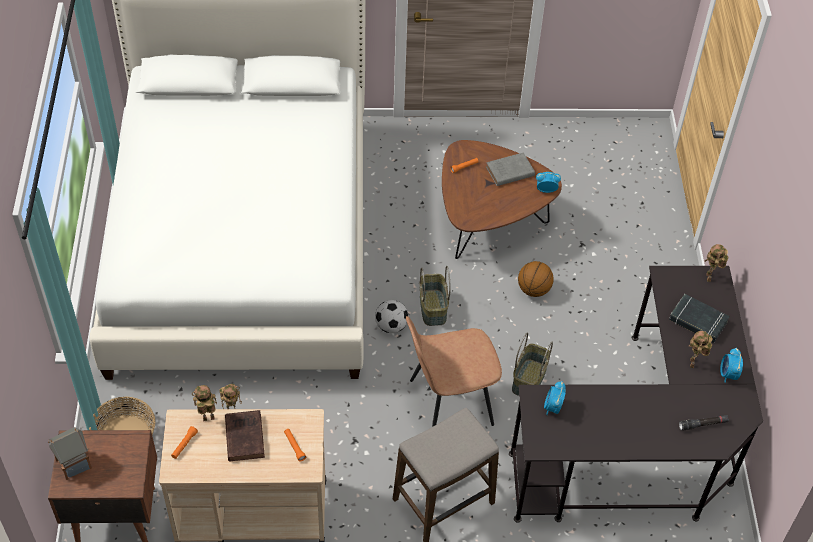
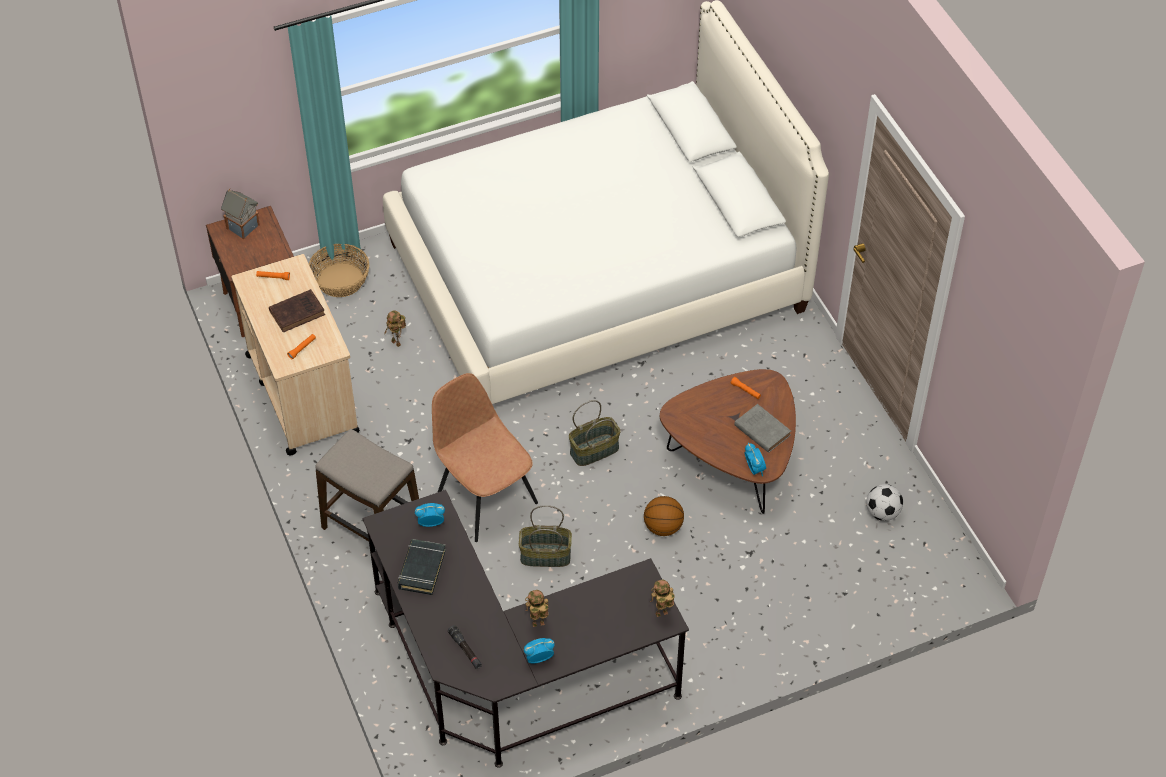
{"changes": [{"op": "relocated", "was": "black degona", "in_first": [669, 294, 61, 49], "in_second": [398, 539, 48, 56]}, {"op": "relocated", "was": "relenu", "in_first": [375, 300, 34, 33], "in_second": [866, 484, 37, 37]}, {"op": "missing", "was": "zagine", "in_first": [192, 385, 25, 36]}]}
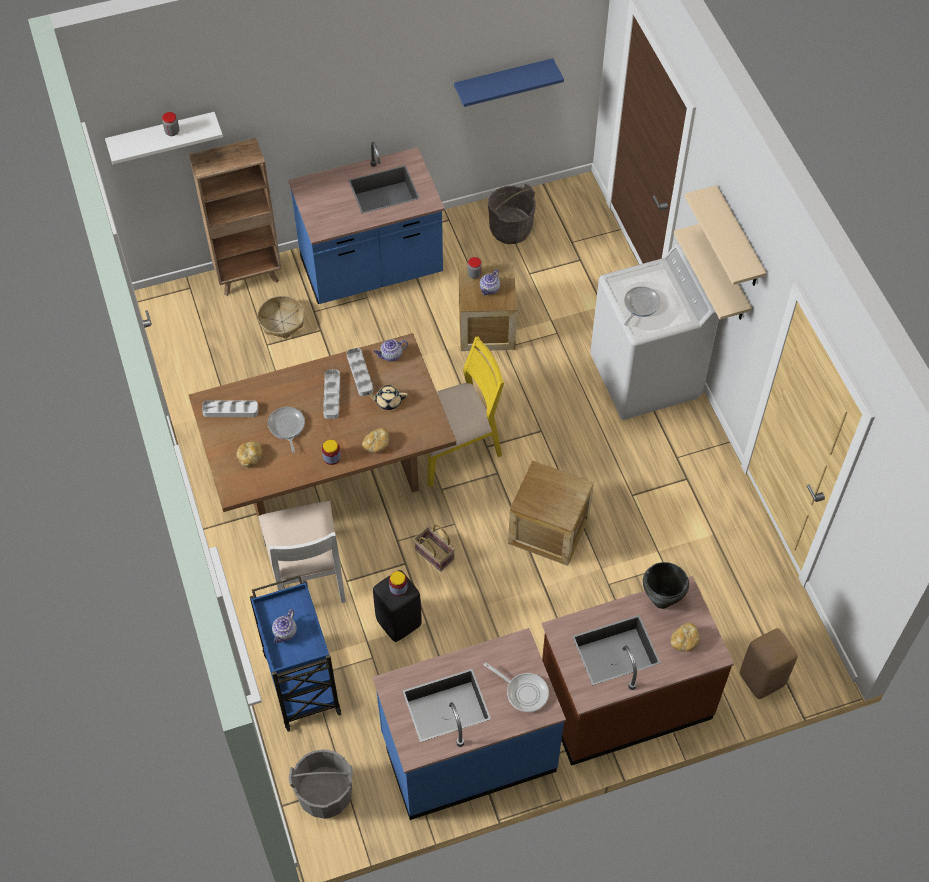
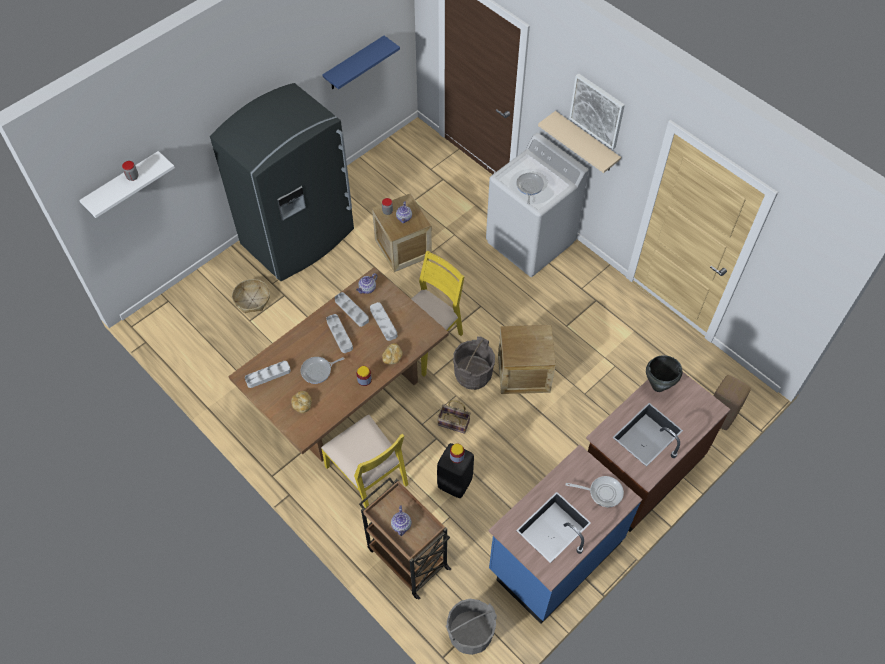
{"changes": [{"op": "missing", "was": "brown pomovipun", "in_first": [189, 138, 93, 158]}, {"op": "exchanged", "was": "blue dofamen", "now": "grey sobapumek", "in_first": [288, 142, 157, 162], "in_second": [210, 83, 144, 198]}, {"op": "relocated", "was": "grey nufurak", "in_first": [488, 184, 48, 60], "in_second": [453, 336, 42, 54]}, {"op": "exchanged", "was": "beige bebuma", "now": "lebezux", "in_first": [685, 185, 81, 101], "in_second": [569, 73, 56, 77]}, {"op": "exchanged", "was": "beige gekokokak", "now": "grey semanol", "in_first": [366, 385, 42, 25], "in_second": [370, 302, 27, 39]}, {"op": "spun", "was": "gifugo", "in_first": [268, 407, 37, 46], "in_second": [300, 357, 44, 27], "clockwise": -75}, {"op": "colour", "was": "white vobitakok", "now": "yellow vobitakok", "in_first": [258, 501, 88, 102], "in_second": [321, 415, 87, 93]}, {"op": "colour", "was": "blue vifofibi", "now": "brown vifofibi", "in_first": [250, 575, 91, 157], "in_second": [359, 477, 92, 122]}, {"op": "missing", "was": "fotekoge", "in_first": [671, 623, 29, 29]}]}
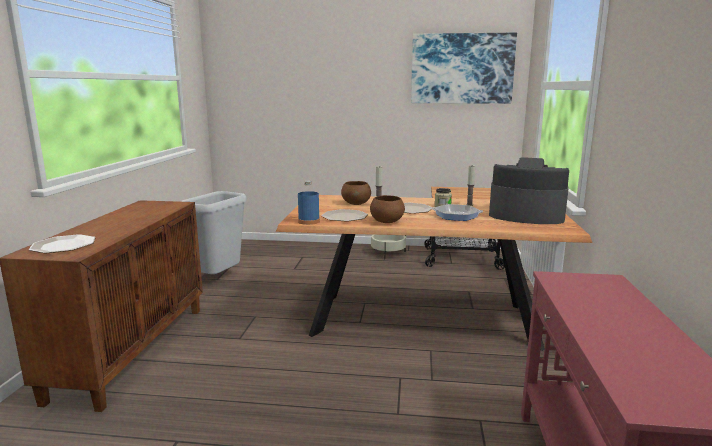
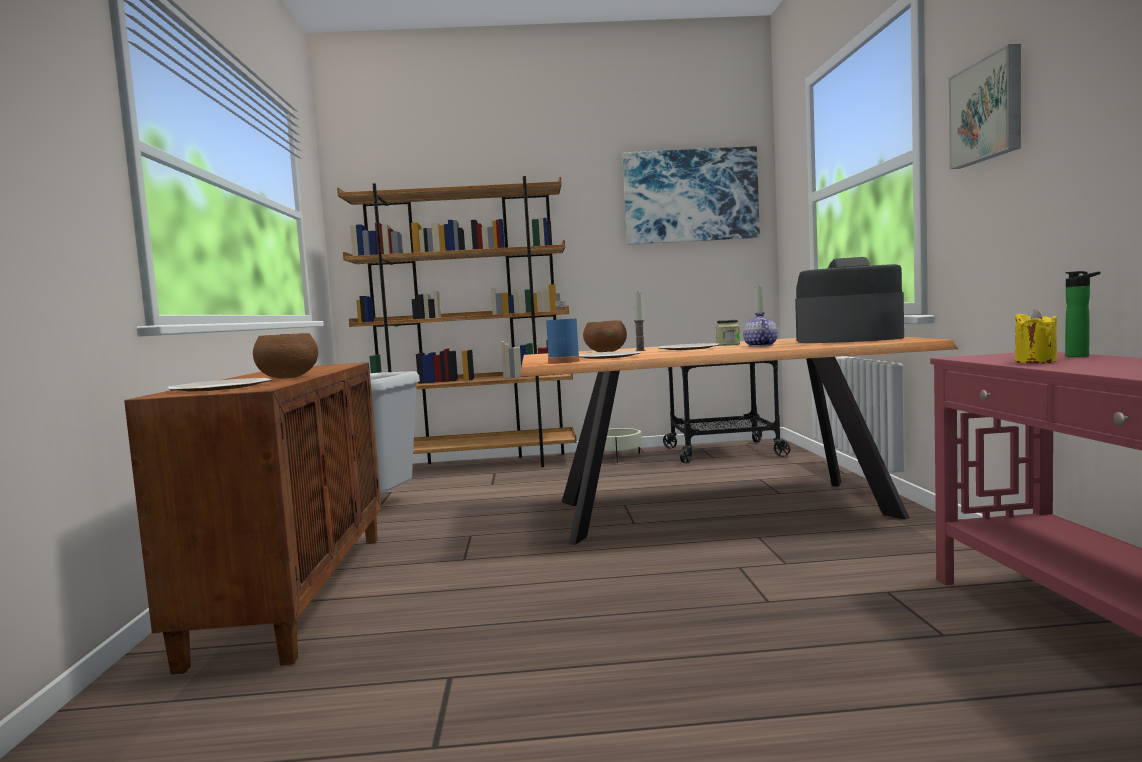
{"changes": [{"op": "relocated", "was": "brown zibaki", "in_first": [370, 195, 35, 28], "in_second": [253, 333, 65, 46]}, {"op": "exchanged", "was": "gifugo", "now": "gekokokak", "in_first": [432, 204, 51, 17], "in_second": [743, 313, 35, 34]}, {"op": "appeared", "now": "lebezux", "in_second": [949, 44, 72, 125]}, {"op": "appeared", "now": "brown pomovipun", "in_second": [337, 176, 240, 291]}, {"op": "appeared", "now": "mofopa", "in_second": [1065, 271, 35, 86]}, {"op": "appeared", "now": "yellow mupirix", "in_second": [1015, 309, 42, 55]}]}
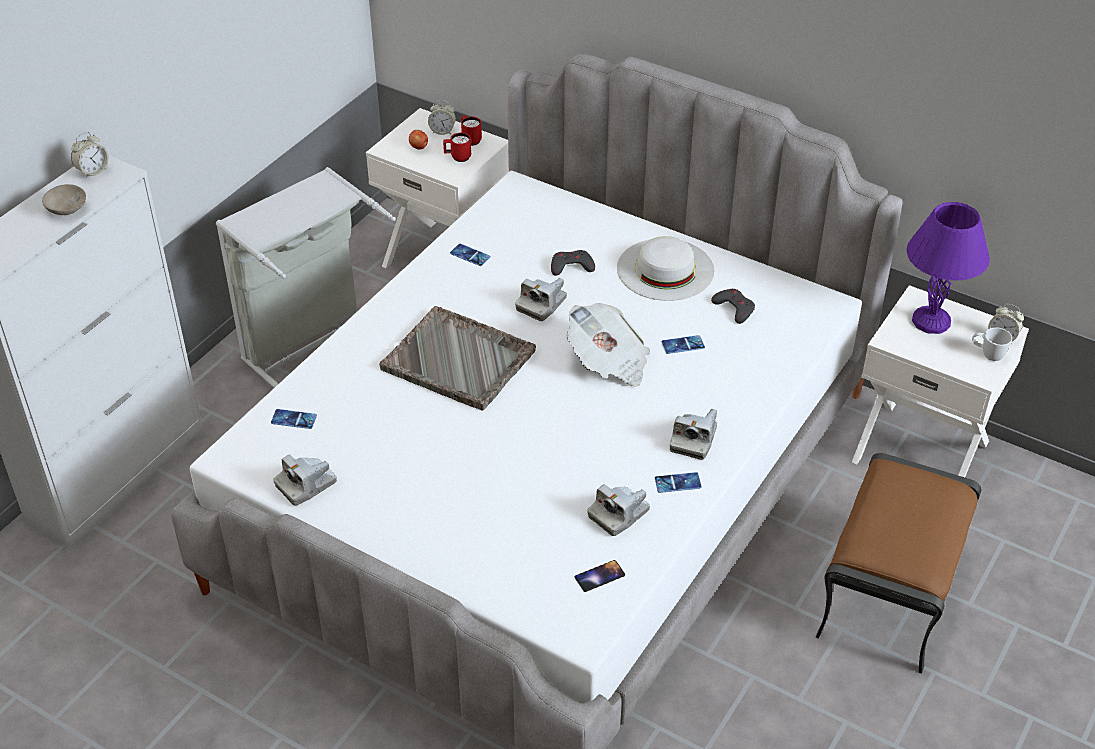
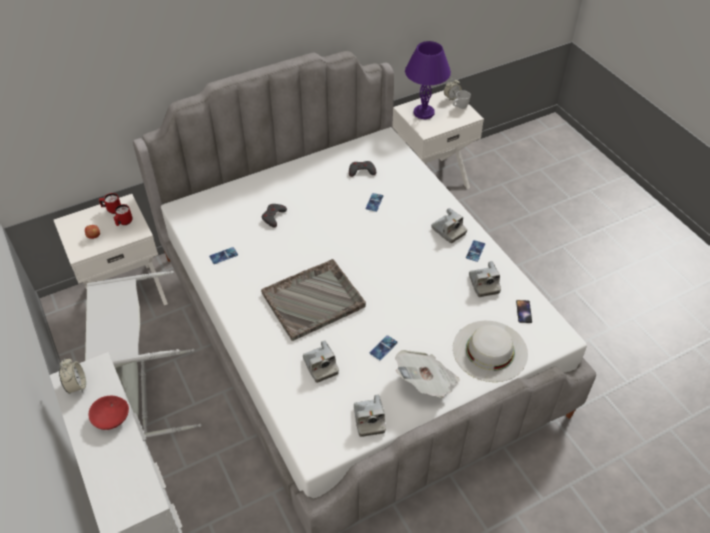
{"changes": [{"op": "missing", "was": "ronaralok", "in_first": [428, 100, 28, 35]}, {"op": "colour", "was": "beige zibaki", "now": "red zibaki", "in_first": [42, 184, 44, 31], "in_second": [89, 396, 40, 34]}, {"op": "relocated", "was": "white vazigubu", "in_first": [617, 236, 97, 65], "in_second": [453, 321, 75, 61]}, {"op": "relocated", "was": "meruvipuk", "in_first": [515, 278, 52, 43], "in_second": [303, 340, 36, 43]}, {"op": "relocated", "was": "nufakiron", "in_first": [566, 303, 84, 84], "in_second": [395, 350, 65, 48]}, {"op": "relocated", "was": "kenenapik", "in_first": [271, 409, 46, 20], "in_second": [370, 335, 28, 25]}, {"op": "missing", "was": "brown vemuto", "in_first": [815, 453, 167, 221]}]}
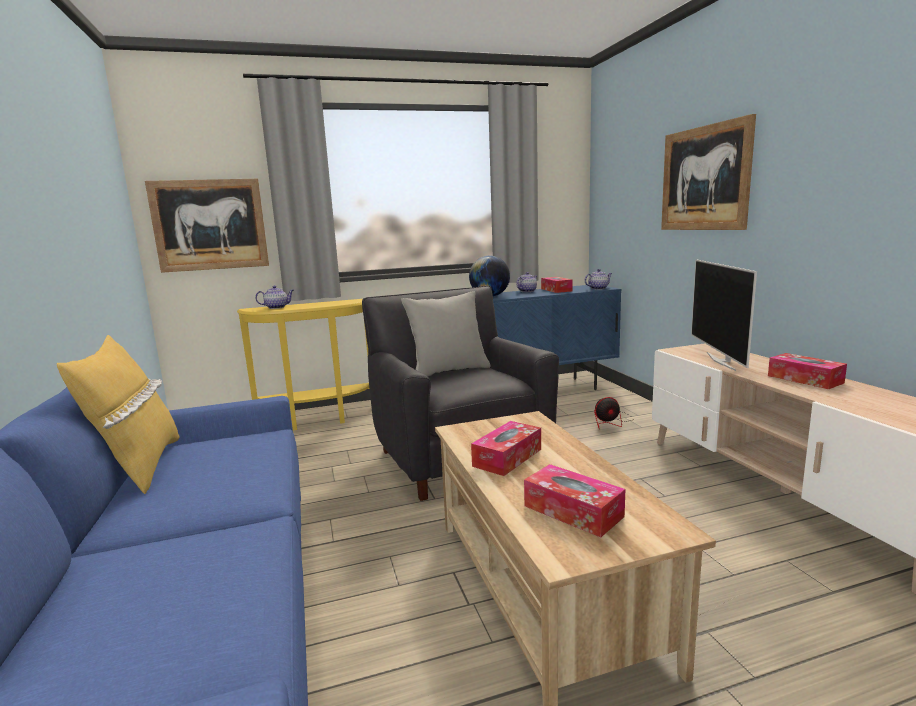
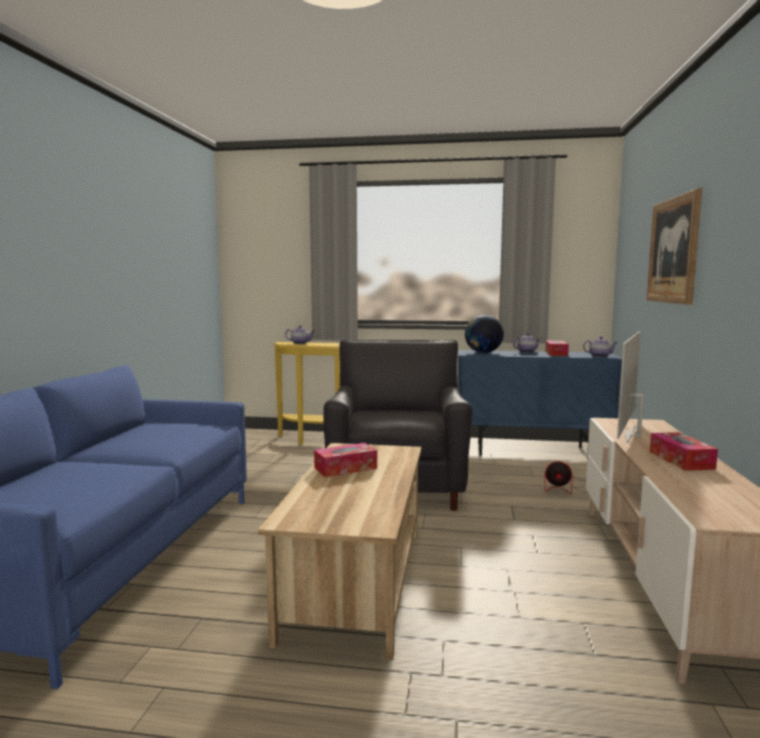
{"changes": [{"op": "missing", "was": "lebezux", "in_first": [145, 179, 124, 94]}, {"op": "missing", "was": "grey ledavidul", "in_first": [401, 291, 90, 85]}, {"op": "missing", "was": "yellow ledavidul", "in_first": [57, 335, 123, 159]}, {"op": "missing", "was": "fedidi", "in_first": [524, 464, 101, 74]}]}
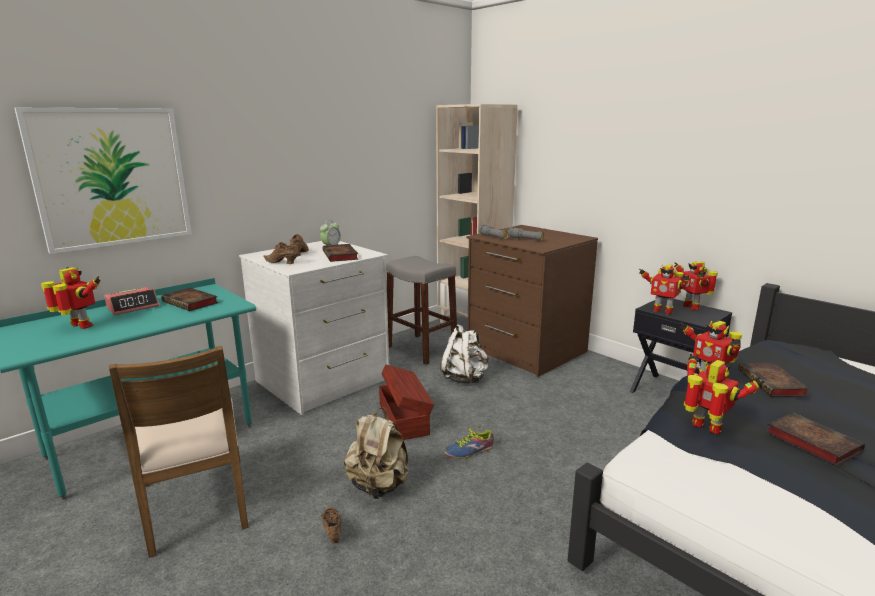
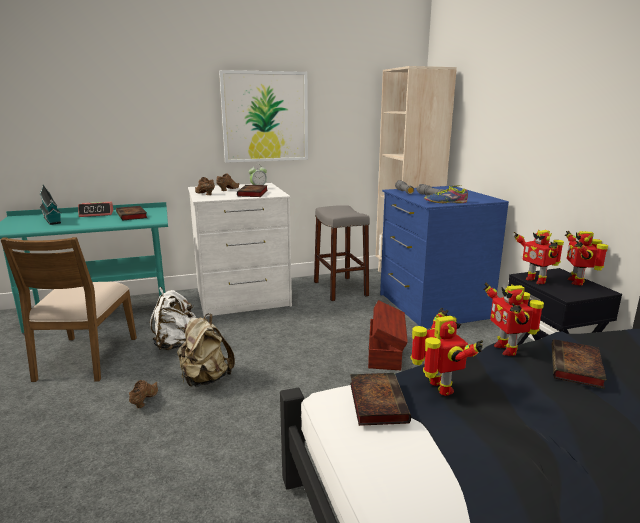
{"changes": [{"op": "relocated", "was": "lebezux", "in_first": [14, 108, 178, 146], "in_second": [219, 70, 89, 93]}, {"op": "colour", "was": "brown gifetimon", "now": "blue gifetimon", "in_first": [466, 225, 132, 152], "in_second": [380, 186, 129, 143]}, {"op": "exchanged", "was": "zagine", "now": "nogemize", "in_first": [41, 267, 60, 62], "in_second": [40, 184, 21, 41]}, {"op": "relocated", "was": "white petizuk", "in_first": [440, 324, 49, 60], "in_second": [150, 287, 46, 63]}, {"op": "relocated", "was": "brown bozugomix", "in_first": [379, 364, 55, 76], "in_second": [368, 300, 40, 70]}, {"op": "relocated", "was": "degona", "in_first": [766, 413, 99, 53], "in_second": [350, 373, 61, 53]}, {"op": "relocated", "was": "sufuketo", "in_first": [444, 425, 50, 34], "in_second": [424, 185, 44, 18]}]}
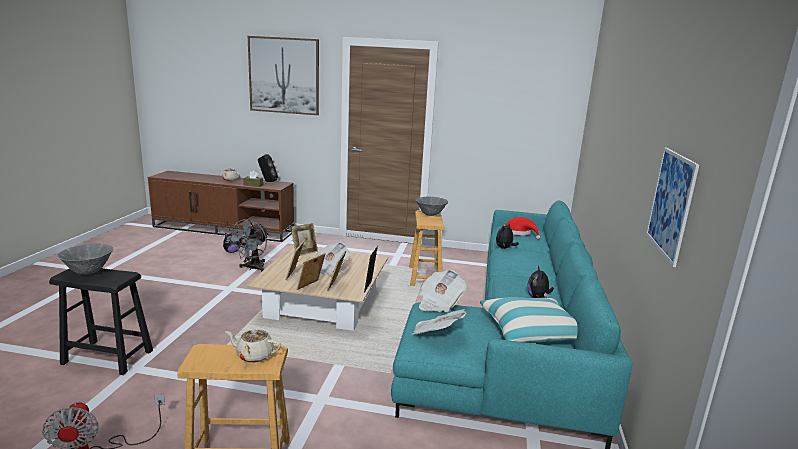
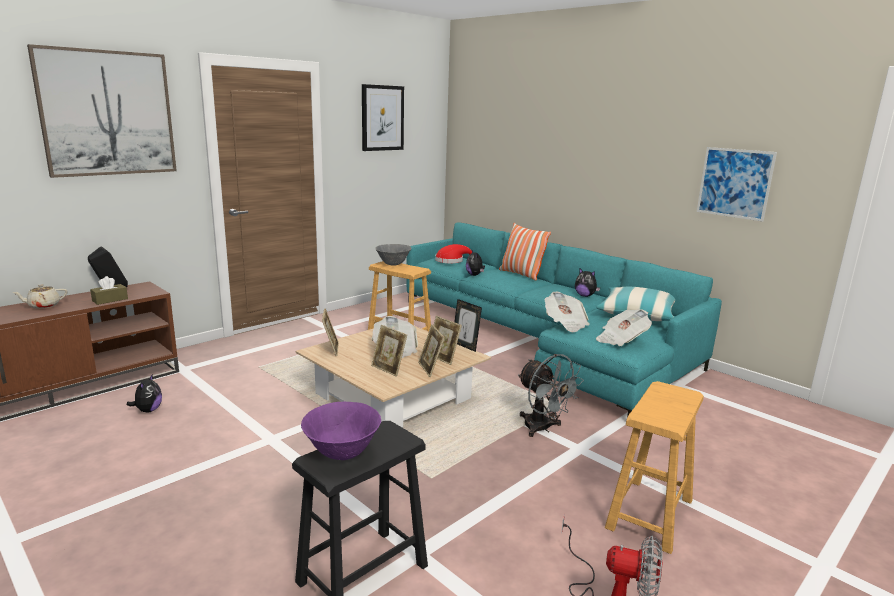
{"changes": [{"op": "relocated", "was": "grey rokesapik", "in_first": [227, 219, 42, 53], "in_second": [518, 354, 66, 83]}, {"op": "colour", "was": "grey zibaki", "now": "purple zibaki", "in_first": [57, 244, 56, 31], "in_second": [301, 402, 80, 58]}, {"op": "missing", "was": "beige gekokokak", "in_first": [225, 329, 56, 34]}, {"op": "appeared", "now": "lebezux", "in_second": [362, 84, 42, 67]}, {"op": "appeared", "now": "ledavidul", "in_second": [499, 223, 52, 57]}]}
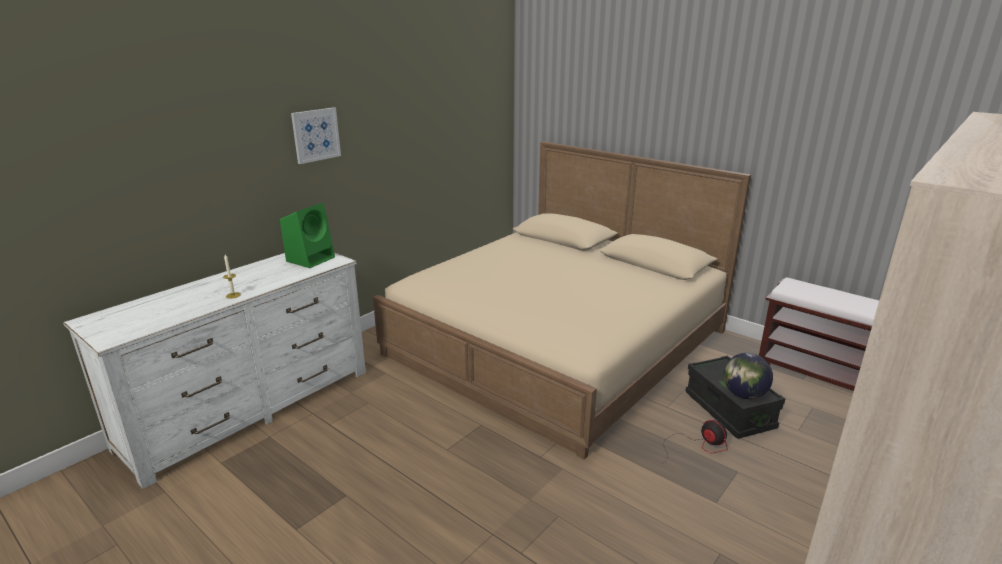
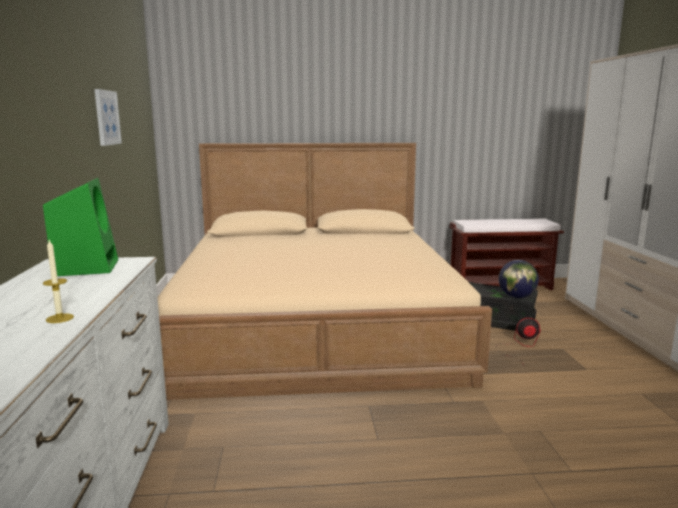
{"changes": [{"op": "relocated", "was": "lebezux", "in_first": [291, 107, 50, 57], "in_second": [94, 89, 28, 57]}]}
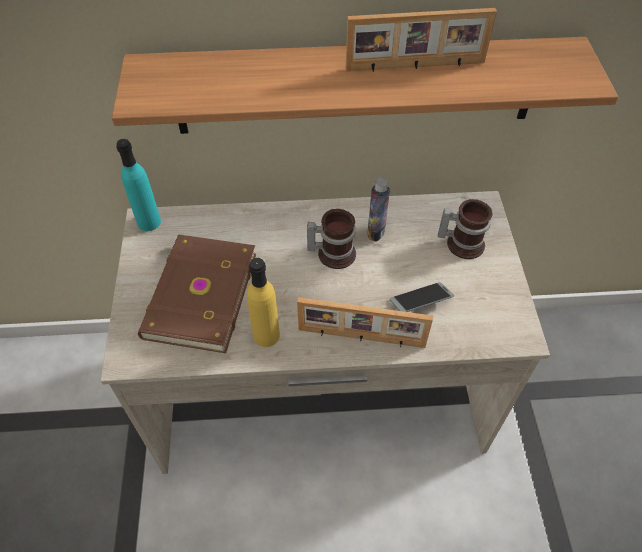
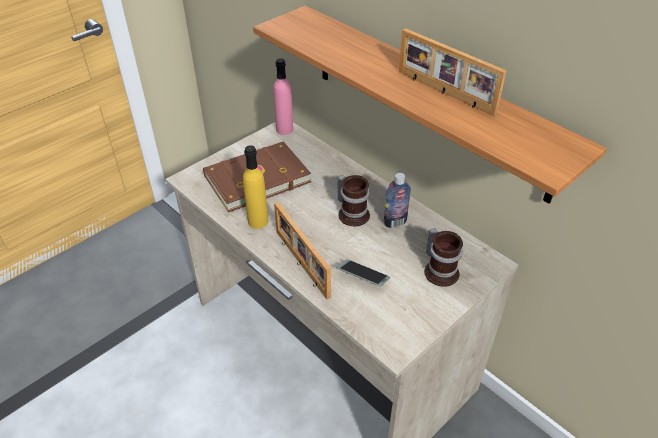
{"changes": [{"op": "colour", "was": "turquoise mofopa", "now": "pink mofopa", "in_first": [116, 139, 45, 92], "in_second": [273, 58, 20, 77]}]}
